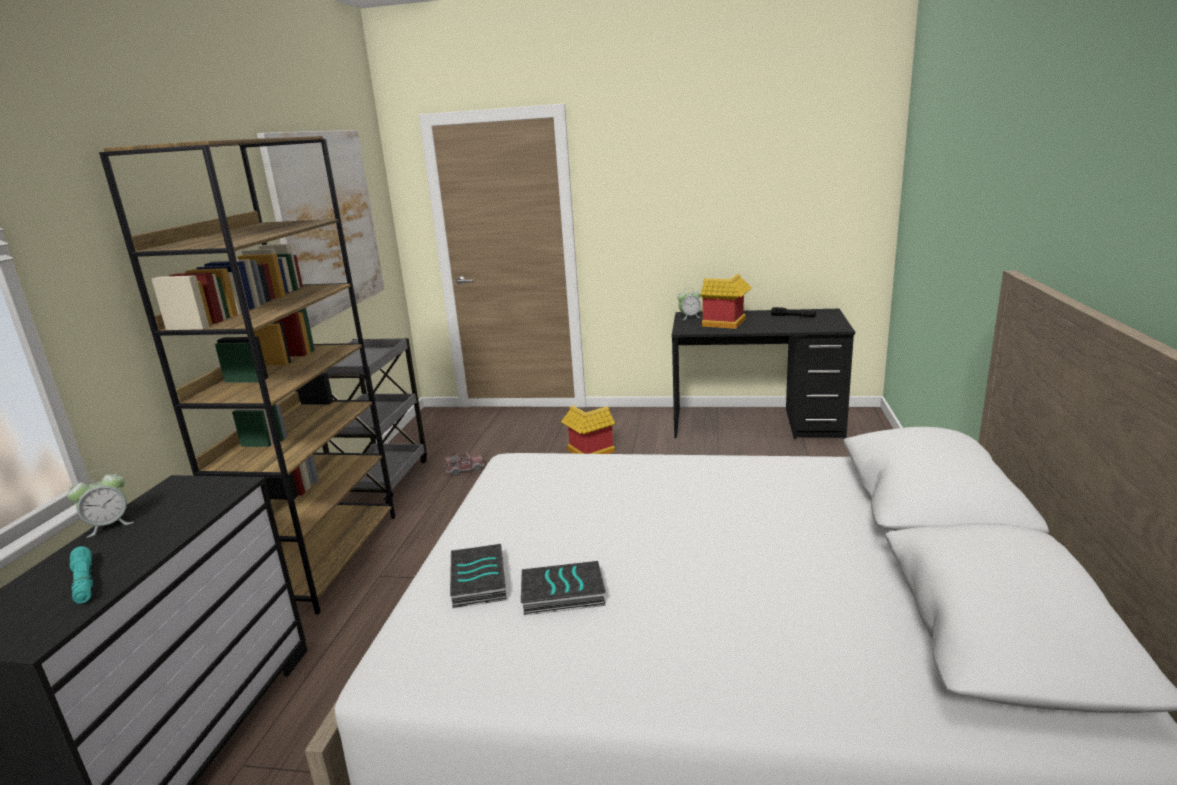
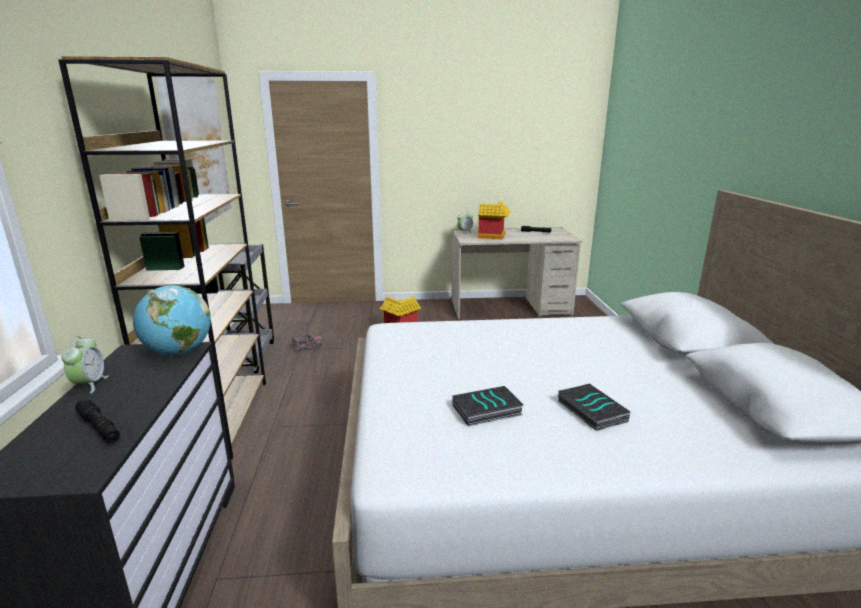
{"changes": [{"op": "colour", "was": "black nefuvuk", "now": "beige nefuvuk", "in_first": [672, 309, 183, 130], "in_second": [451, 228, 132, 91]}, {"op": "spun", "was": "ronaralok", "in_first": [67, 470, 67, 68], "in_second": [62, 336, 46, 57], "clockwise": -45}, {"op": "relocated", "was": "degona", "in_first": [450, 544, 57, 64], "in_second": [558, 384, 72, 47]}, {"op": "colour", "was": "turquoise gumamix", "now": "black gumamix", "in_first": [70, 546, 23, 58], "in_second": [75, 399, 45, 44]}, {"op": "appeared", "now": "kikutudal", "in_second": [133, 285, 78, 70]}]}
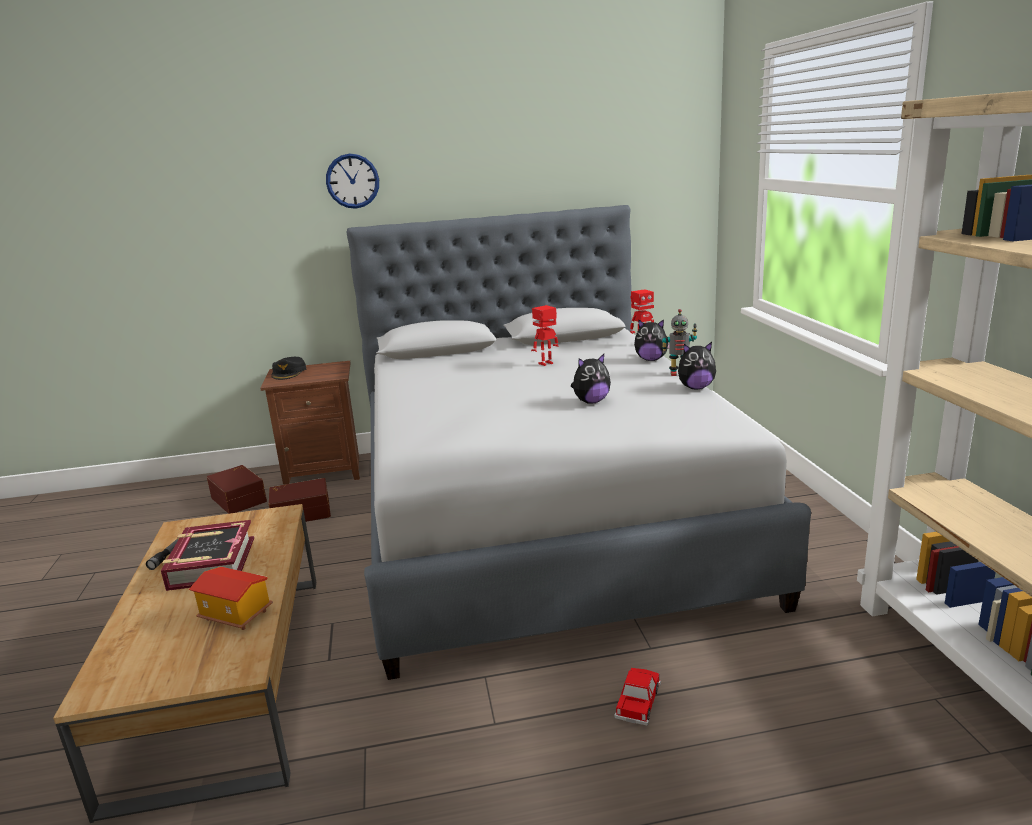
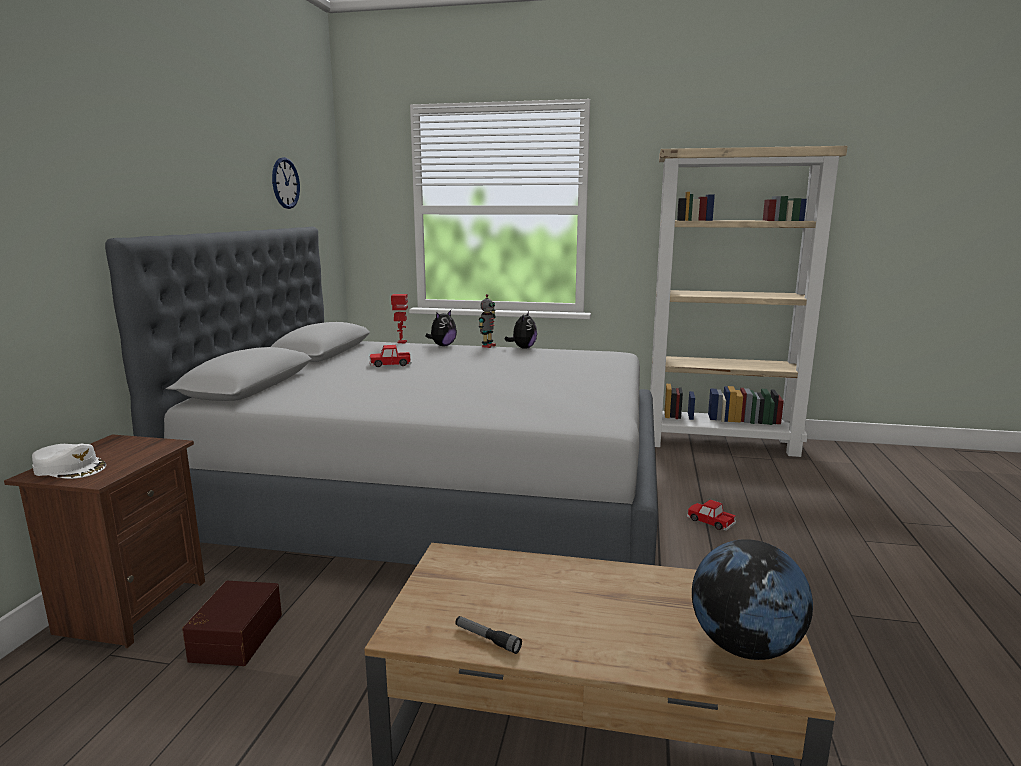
{"changes": [{"op": "relocated", "was": "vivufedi", "in_first": [326, 154, 53, 55], "in_second": [272, 157, 28, 52]}, {"op": "exchanged", "was": "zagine", "now": "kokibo", "in_first": [531, 305, 28, 61], "in_second": [369, 345, 42, 22]}, {"op": "missing", "was": "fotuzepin", "in_first": [571, 354, 40, 50]}, {"op": "colour", "was": "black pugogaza", "now": "white pugogaza", "in_first": [271, 357, 35, 23], "in_second": [32, 444, 74, 35]}, {"op": "missing", "was": "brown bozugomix", "in_first": [207, 465, 60, 49]}, {"op": "missing", "was": "degona", "in_first": [161, 520, 93, 71]}, {"op": "missing", "was": "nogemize", "in_first": [189, 567, 84, 63]}, {"op": "appeared", "now": "kikutudal", "in_second": [692, 539, 121, 121]}]}
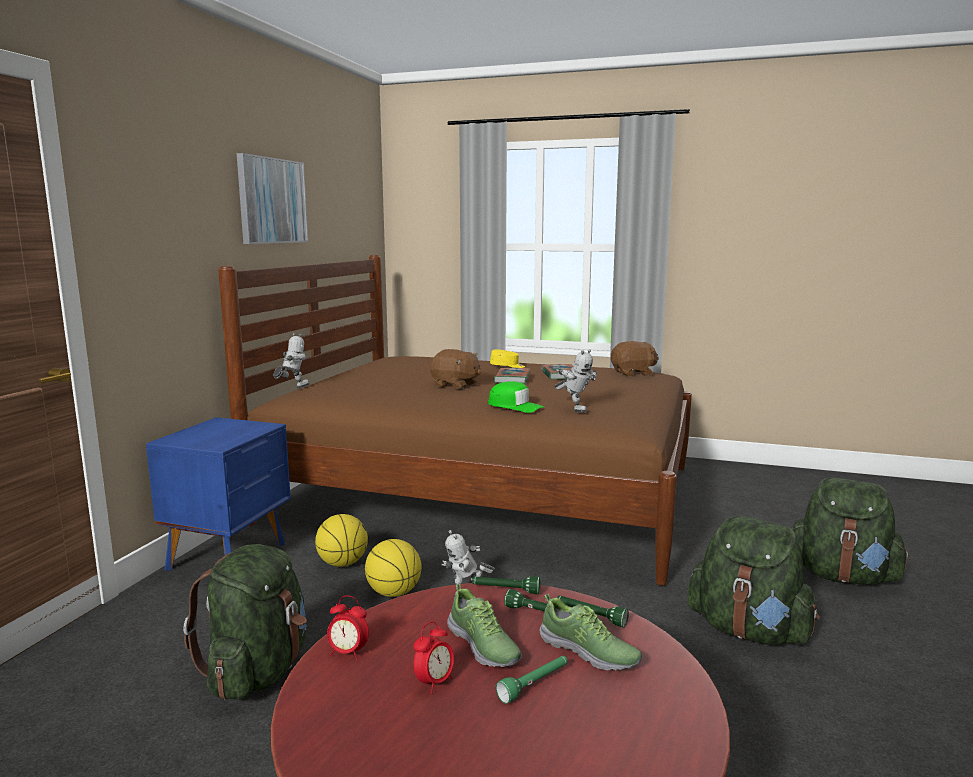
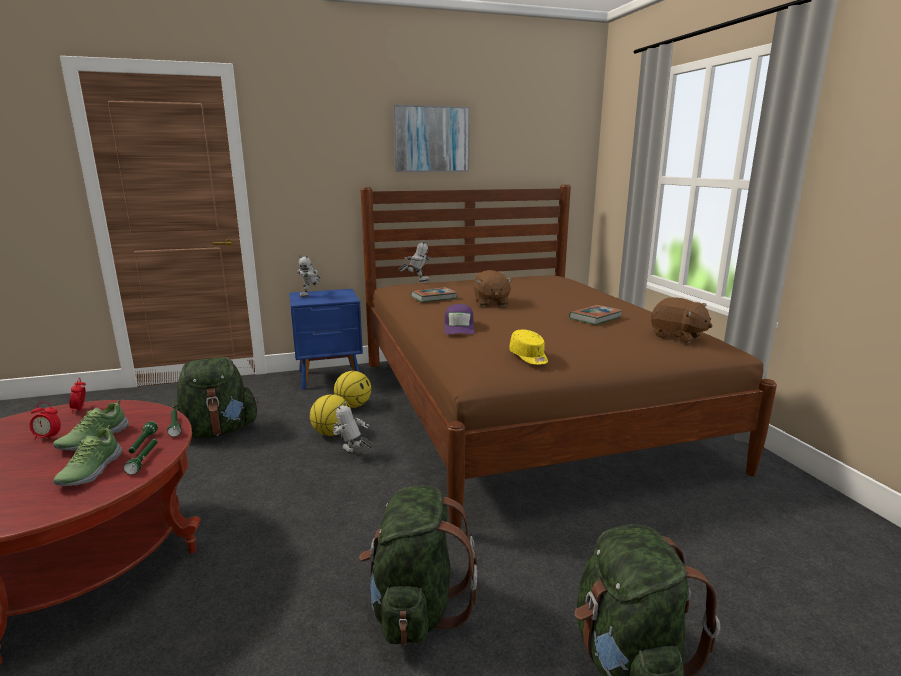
{"changes": [{"op": "relocated", "was": "yellow pugogaza", "in_first": [490, 349, 35, 19], "in_second": [509, 330, 39, 35]}, {"op": "relocated", "was": "zagine", "in_first": [554, 349, 43, 64], "in_second": [297, 255, 24, 42]}, {"op": "relocated", "was": "degona", "in_first": [494, 368, 36, 16], "in_second": [411, 287, 46, 15]}, {"op": "colour", "was": "green pugogaza", "now": "purple pugogaza", "in_first": [488, 381, 56, 32], "in_second": [444, 304, 31, 30]}, {"op": "missing", "was": "green gumamix", "in_first": [495, 656, 73, 48]}]}
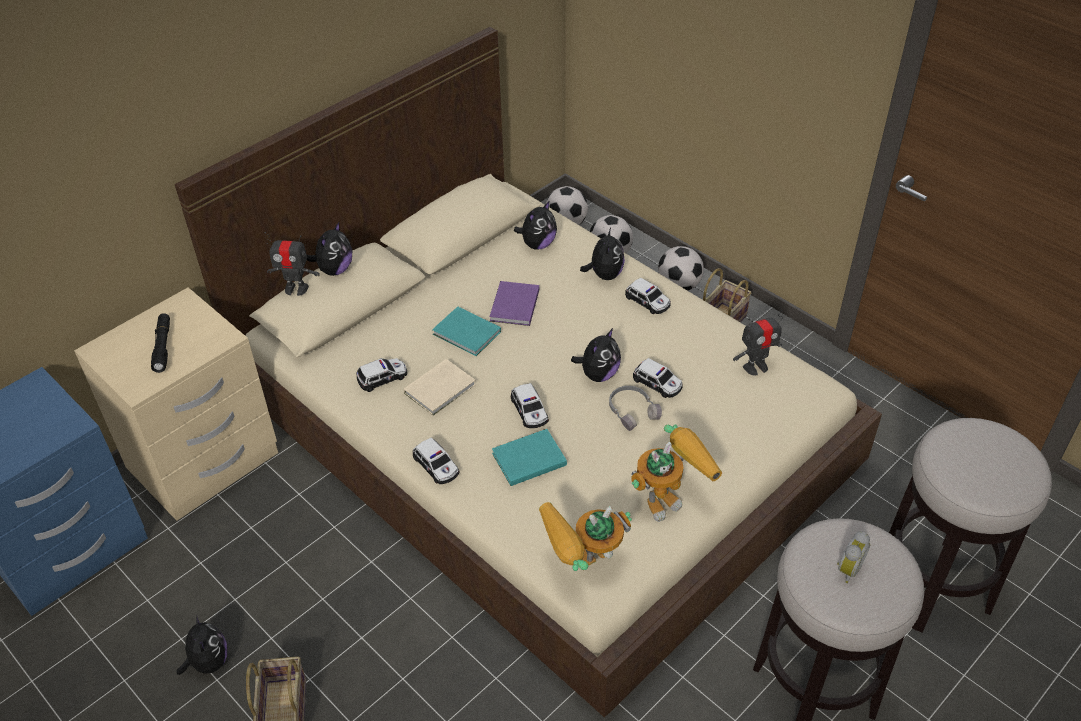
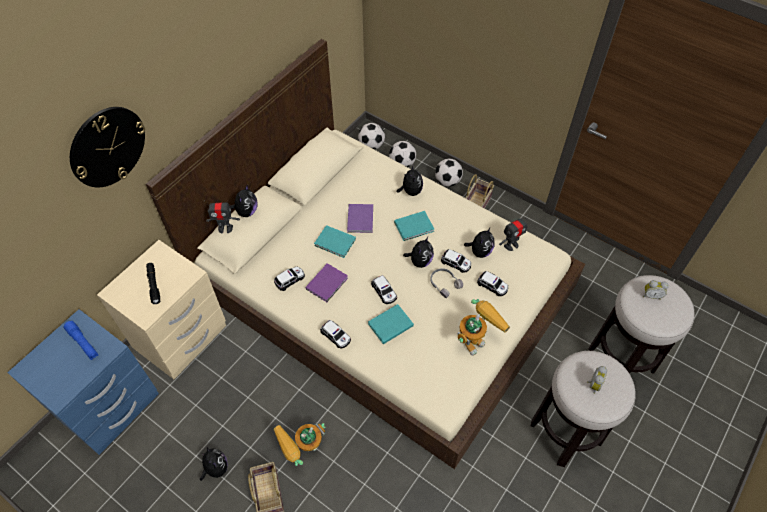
{"changes": [{"op": "relocated", "was": "fotuzepin", "in_first": [514, 200, 43, 49], "in_second": [464, 227, 30, 31]}, {"op": "relocated", "was": "kokibo", "in_first": [625, 278, 46, 36], "in_second": [477, 271, 31, 25]}, {"op": "colour", "was": "beige degona", "now": "purple degona", "in_first": [404, 359, 72, 57], "in_second": [306, 263, 42, 39]}, {"op": "relocated", "was": "zagine", "in_first": [539, 502, 93, 69], "in_second": [274, 423, 51, 43]}, {"op": "appeared", "now": "vivufedi", "in_second": [70, 107, 75, 80]}, {"op": "appeared", "now": "turquoise degona", "in_second": [394, 211, 40, 30]}, {"op": "appeared", "now": "ronaralok", "in_second": [643, 280, 26, 20]}, {"op": "appeared", "now": "blue gumamix", "in_second": [63, 321, 35, 39]}]}
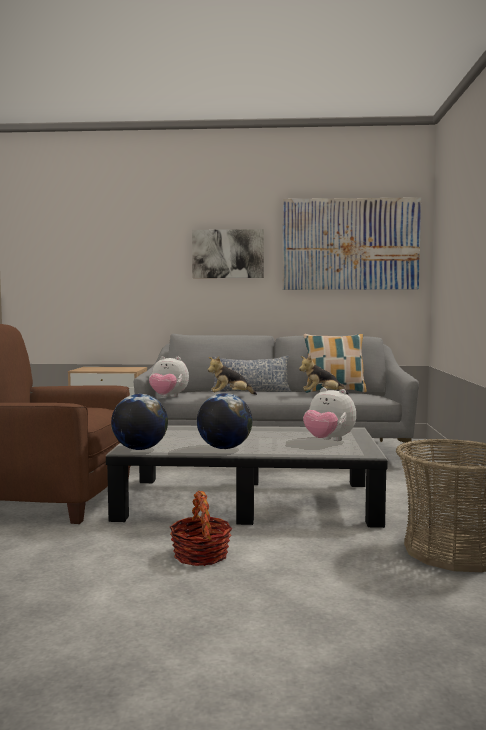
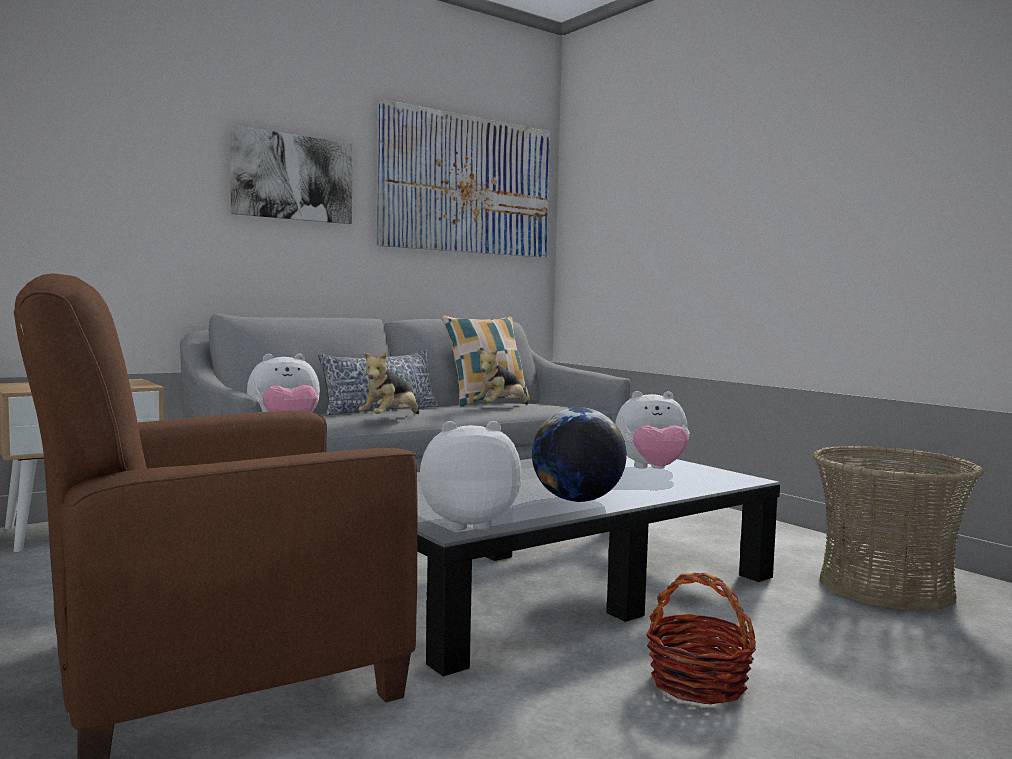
{"changes": [{"op": "exchanged", "was": "kikutudal", "now": "fotuzepin", "in_first": [111, 394, 57, 56], "in_second": [420, 421, 102, 110]}]}
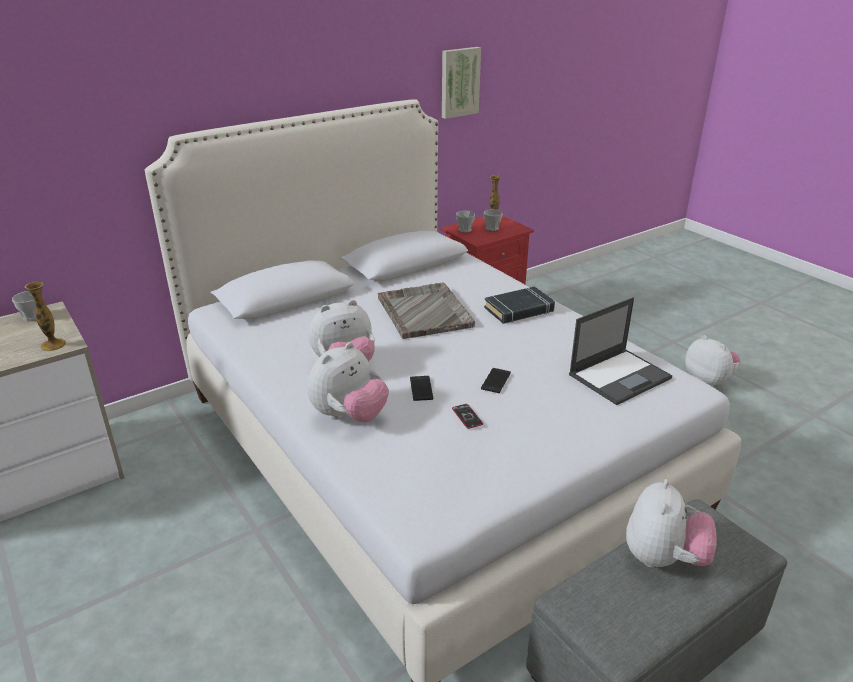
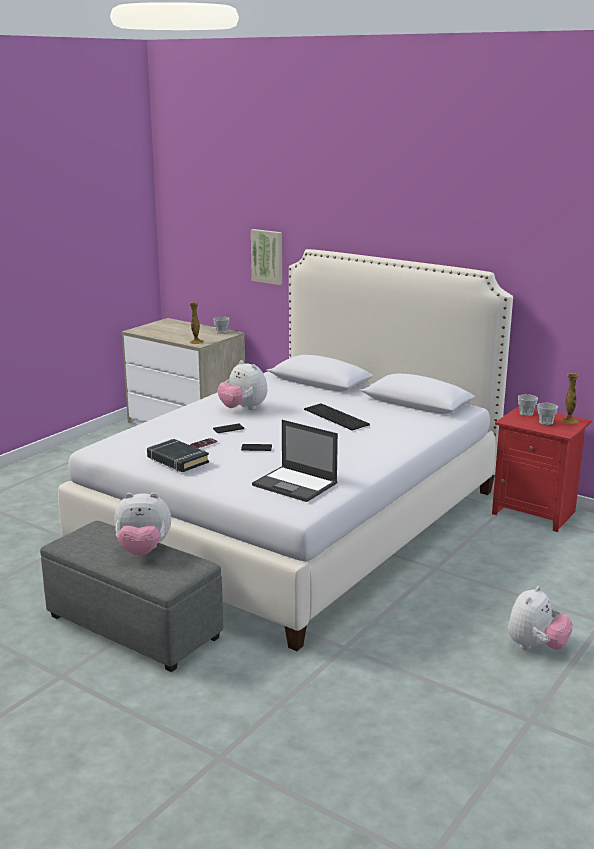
{"changes": [{"op": "relocated", "was": "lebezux", "in_first": [442, 47, 39, 72], "in_second": [251, 229, 31, 56]}, {"op": "exchanged", "was": "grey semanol", "now": "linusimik", "in_first": [378, 282, 97, 57], "in_second": [304, 403, 66, 28]}, {"op": "relocated", "was": "black degona", "in_first": [484, 286, 71, 38], "in_second": [147, 439, 62, 33]}, {"op": "missing", "was": "fotuzepin", "in_first": [307, 342, 82, 81]}]}
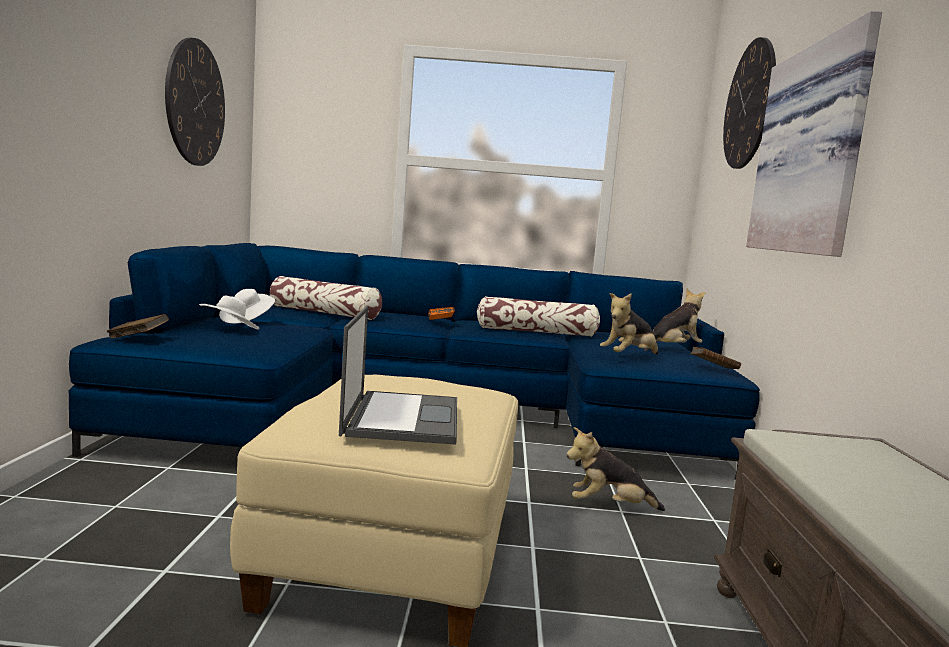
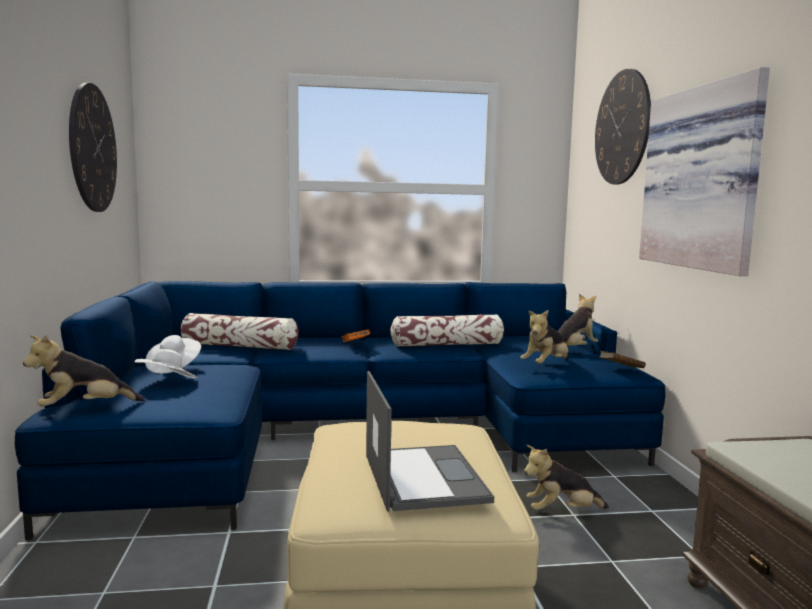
{"changes": [{"op": "exchanged", "was": "brown degona", "now": "fotuzepin", "in_first": [107, 314, 62, 25], "in_second": [23, 335, 122, 71]}]}
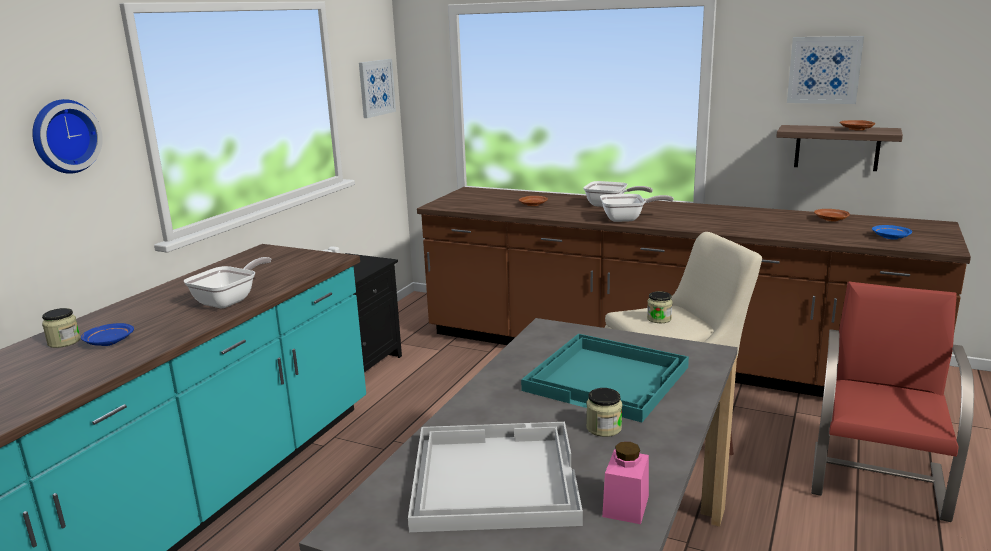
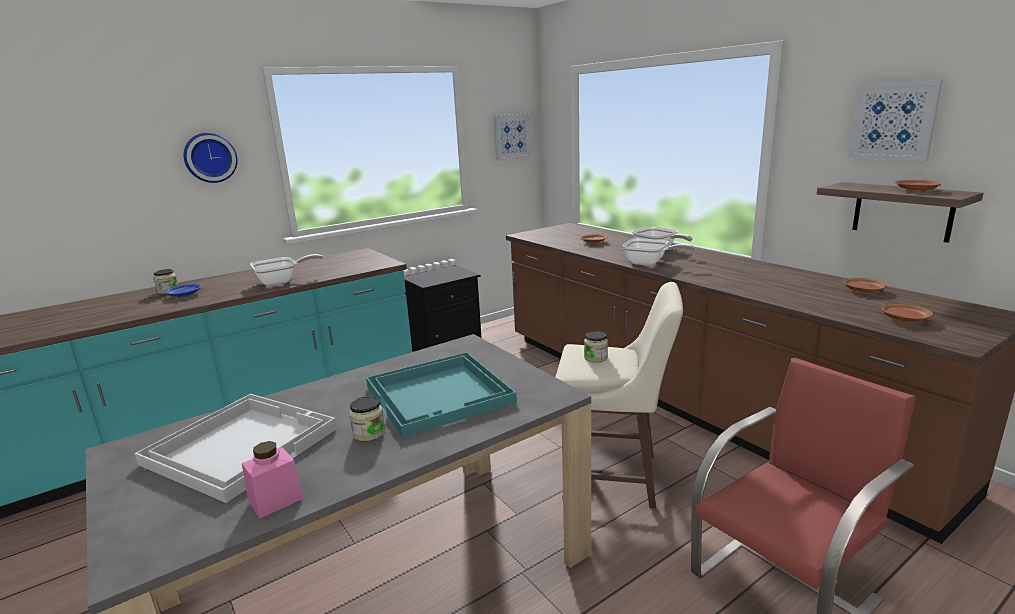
{"changes": [{"op": "colour", "was": "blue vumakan", "now": "brown vumakan", "in_first": [872, 225, 40, 15], "in_second": [881, 304, 52, 19]}]}
